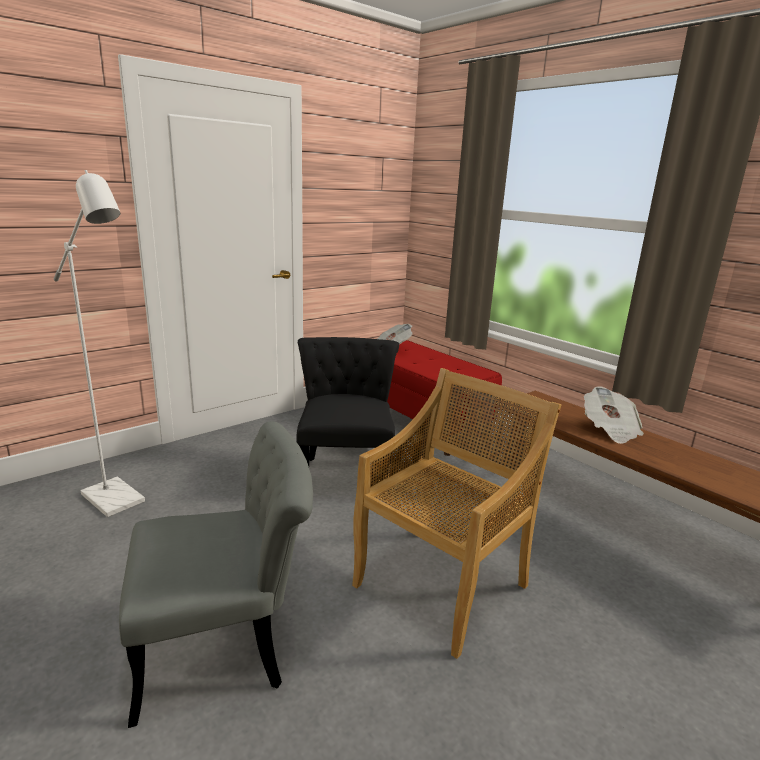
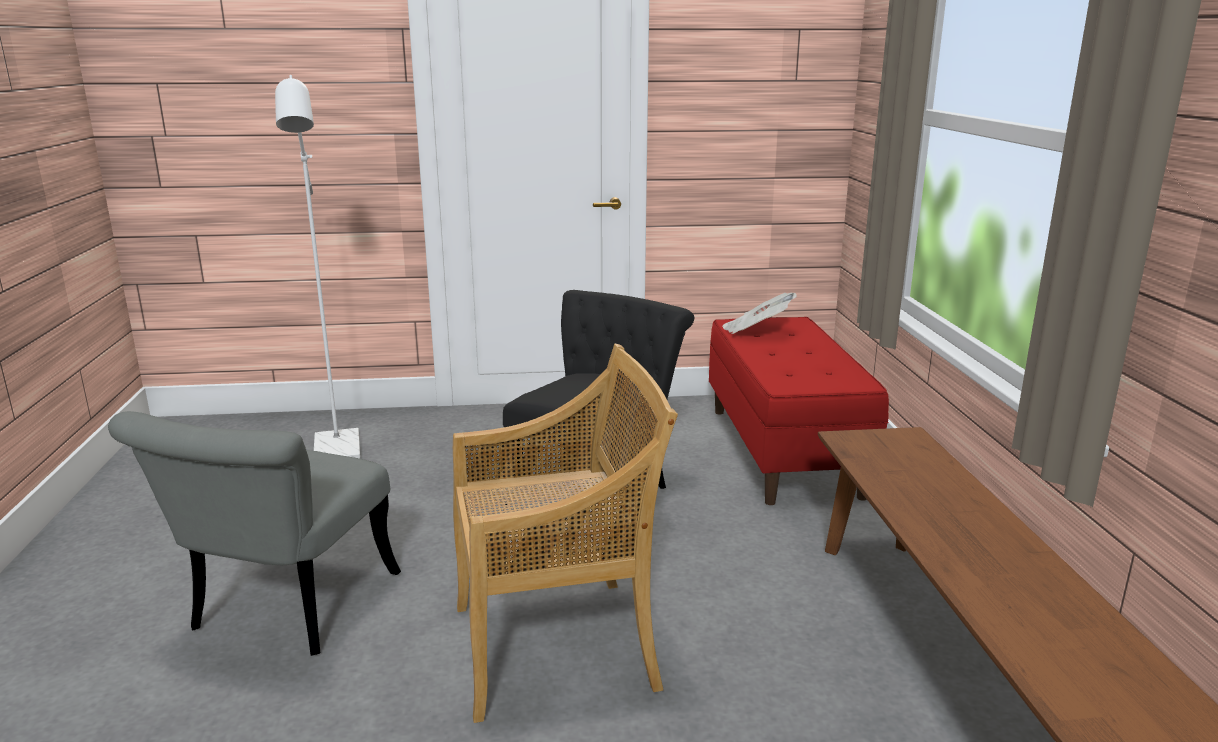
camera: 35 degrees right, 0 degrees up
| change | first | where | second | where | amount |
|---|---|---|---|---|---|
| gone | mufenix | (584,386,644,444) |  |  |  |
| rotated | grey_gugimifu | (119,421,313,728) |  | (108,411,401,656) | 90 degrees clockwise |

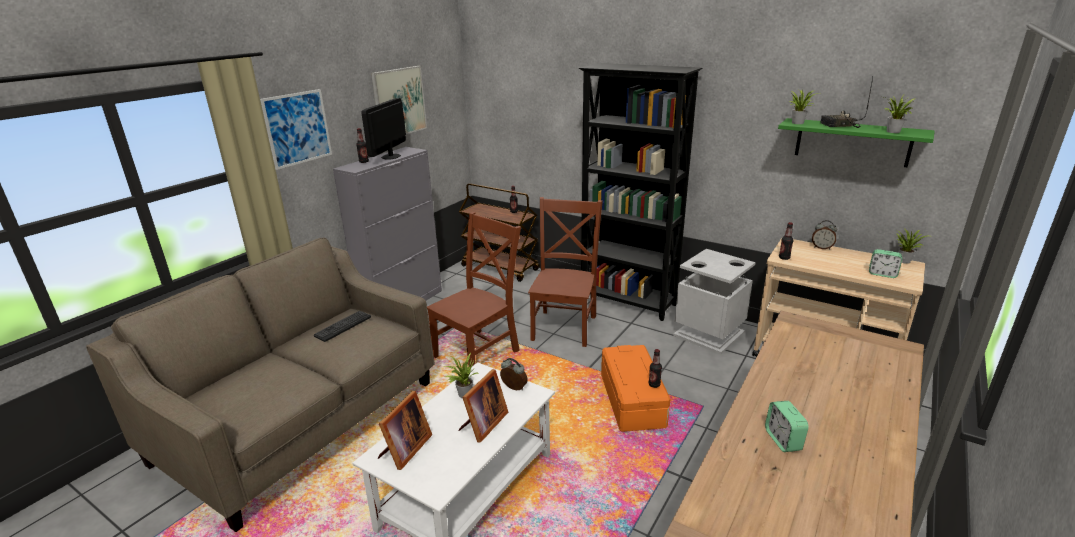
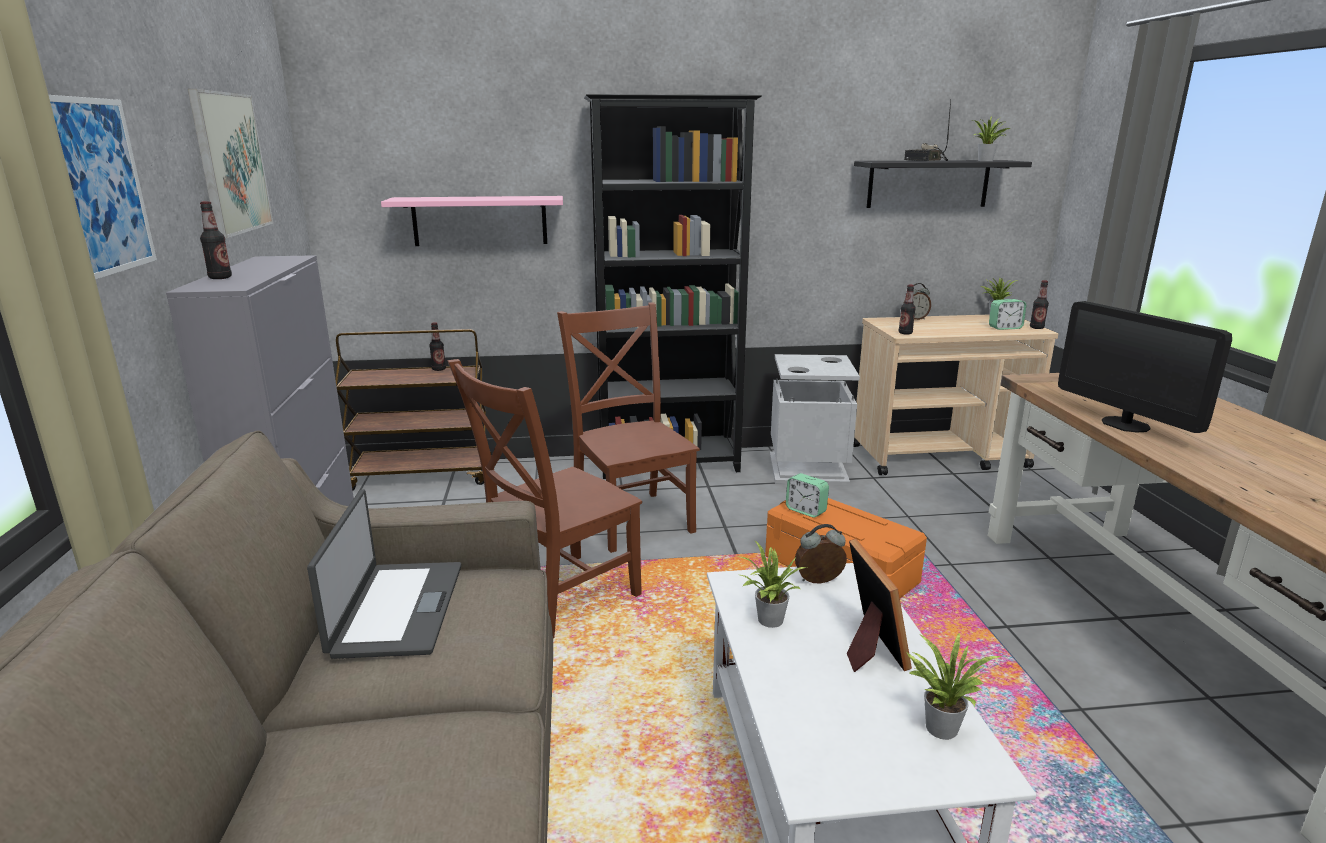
camera: 40 degrees left, 5 degrees down
| change | first | where | second | where | amount |
|---|---|---|---|---|---|
| shifted | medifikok | (790,90,817,124) |  | (906,633,1003,740) |  |
| shifted | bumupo | (362,98,406,160) |  | (1058,301,1232,433) |  |
| repainted | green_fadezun | (778,118,935,167) | black_fadezun | (854,160,1032,208) |  |
| rotated | brown_gugimifu | (427,212,521,367) |  | (447,359,642,638) | 135 degrees counterclockwise |
| swapped | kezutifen | (314,311,371,342) | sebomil | (307,489,461,659) |  |
| shifted | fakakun | (649,349,662,388) |  | (1030,280,1049,329) |  |
| gone | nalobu | (378,391,432,470) |  |  |  |
| shifted | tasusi | (765,401,809,452) |  | (786,473,829,518) |  |
| new |  |  | pink_fadezun | (381,196,563,246) |  |

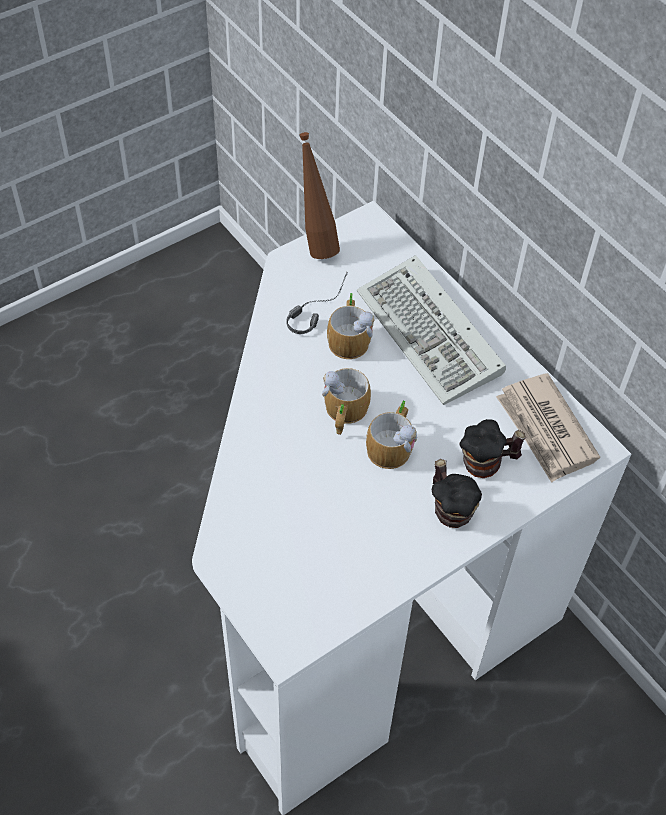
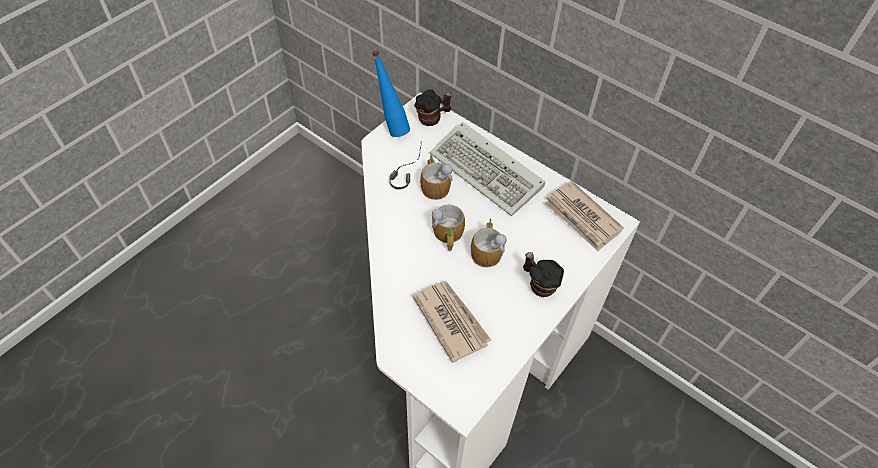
camera: 15 degrees left, 0 degrees up
| change | first | where | second | where | amount |
|---|---|---|---|---|---|
| repainted | brown_fakakun | (299,132,340,259) | blue_fakakun | (372,50,410,137) |  |
| shifted | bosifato | (459,419,526,478) |  | (414,89,452,126) |  |
| new |  |  | mufenix | (412,281,491,363) |  |

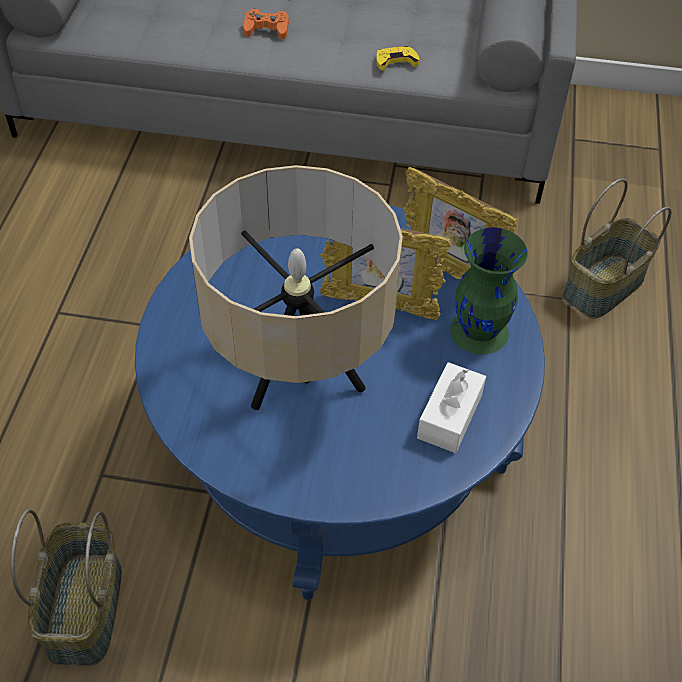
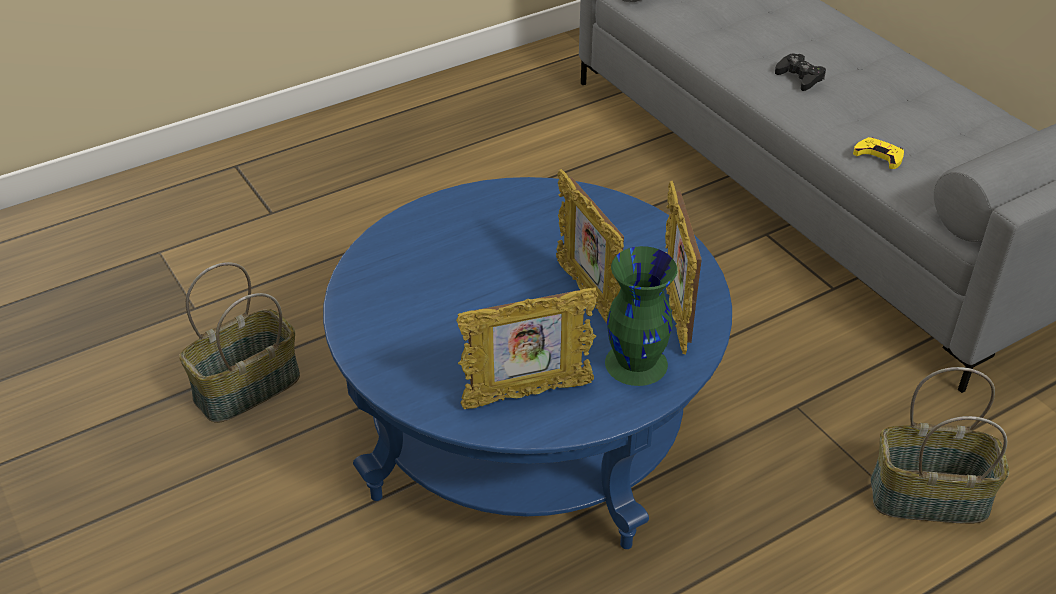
camera: 50 degrees right, 10 degrees down
| change | first | where | second | where | amount |
|---|---|---|---|---|---|
| repainted | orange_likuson | (244,9,289,40) | black_likuson | (775,54,826,91) |  |
| gone | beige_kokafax | (189,165,403,410) |  |  |  |
| swapped | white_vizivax | (417,362,486,453) | nalobu | (456,287,598,409) |  |

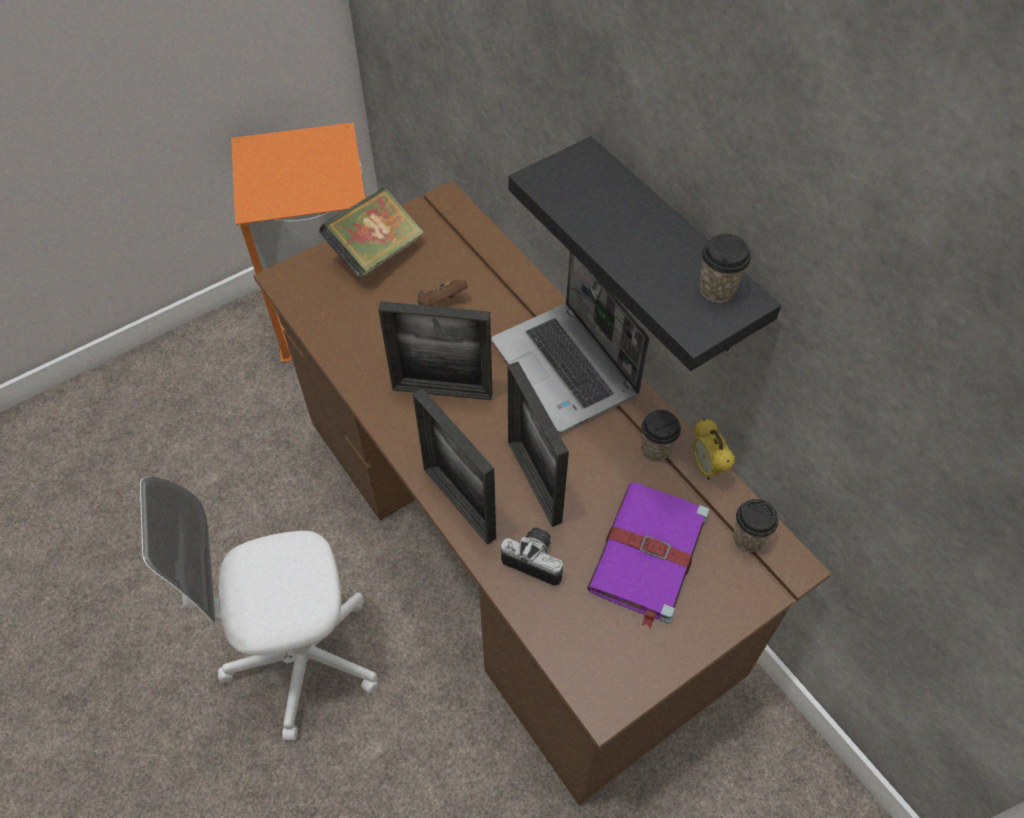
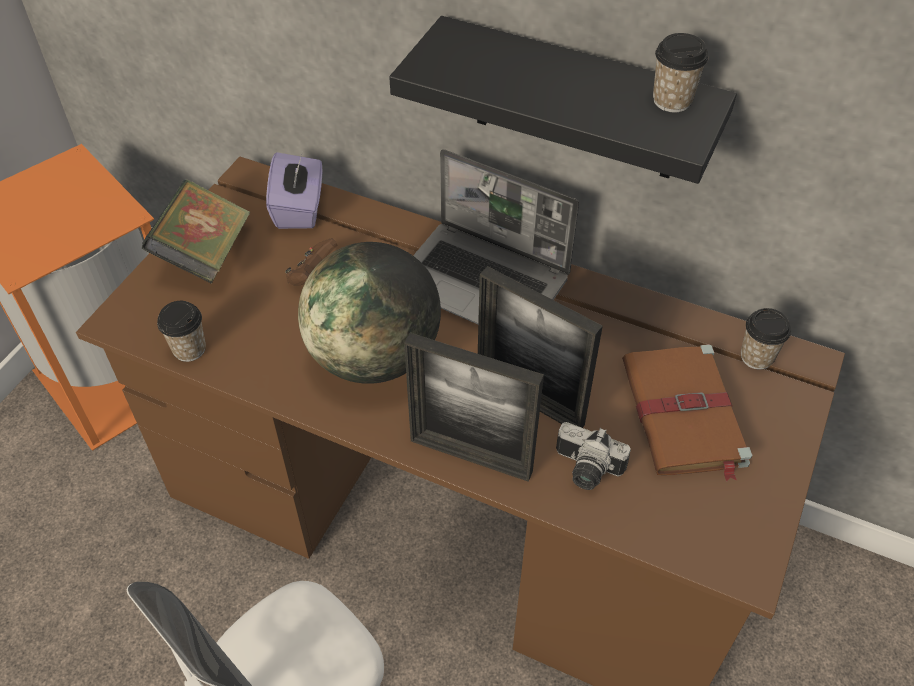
camera: 30 degrees left, 5 degrees down
| change | first | where | second | where | amount |
|---|---|---|---|---|---|
| swapped | nalobu | (378,301,493,400) | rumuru | (298,242,441,384) |  |
| shifted | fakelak | (641,410,681,462) |  | (157,301,206,362) |  |
| gone | tasusi | (692,419,735,480) |  |  |  |
| repainted | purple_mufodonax | (587,482,709,629) | brown_mufodonax | (622,344,753,482) |  |
| rotated | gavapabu | (501,527,563,586) |  | (556,422,631,490) | 150 degrees counterclockwise |
| new |  |  | purple_vizivax | (266,152,323,229) |  |

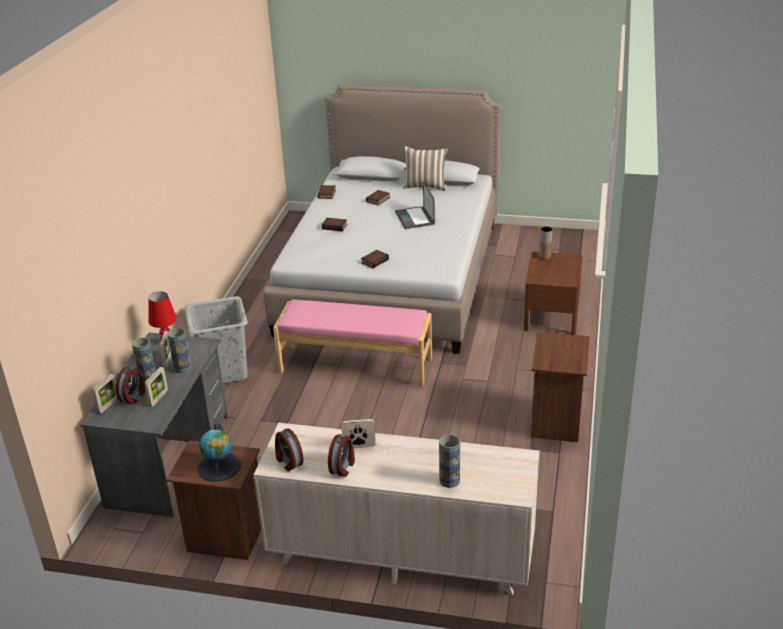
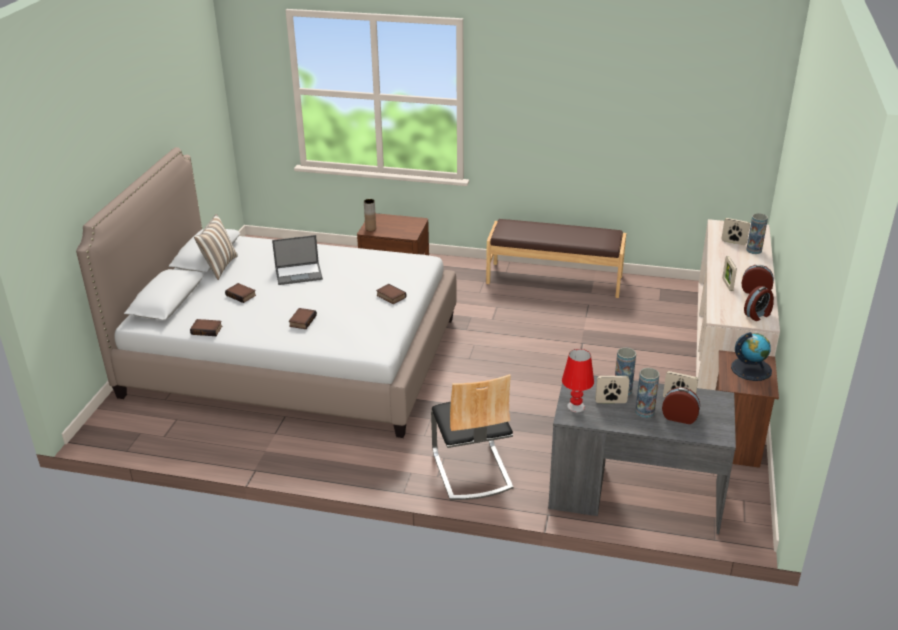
camera: 90 degrees left, 0 degrees up
| change | first | where | second | where | amount |
|---|---|---|---|---|---|
| swapped | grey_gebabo | (185,296,248,383) | gugimifu | (431,374,513,500) |  |
| gone | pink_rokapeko | (273,299,432,387) |  |  |  |
| swapped | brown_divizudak | (531,332,590,442) | brown_rokapeko | (486,219,626,298) |  |
| shifted | nalobu | (93,374,118,413) |  | (721,218,750,245) |  |

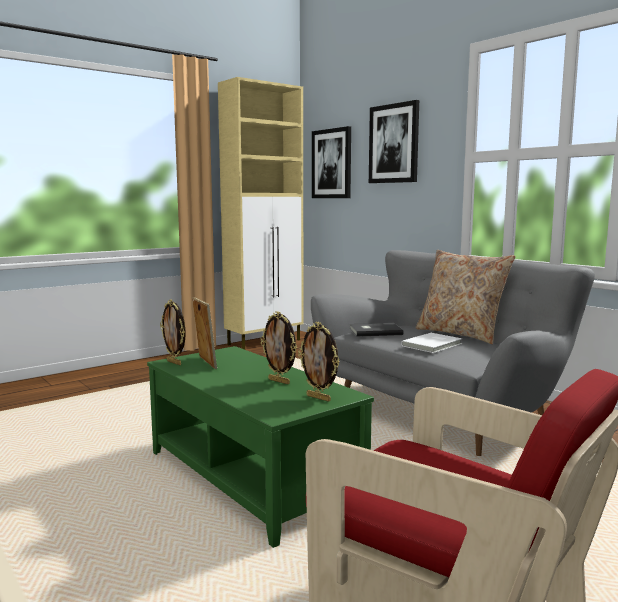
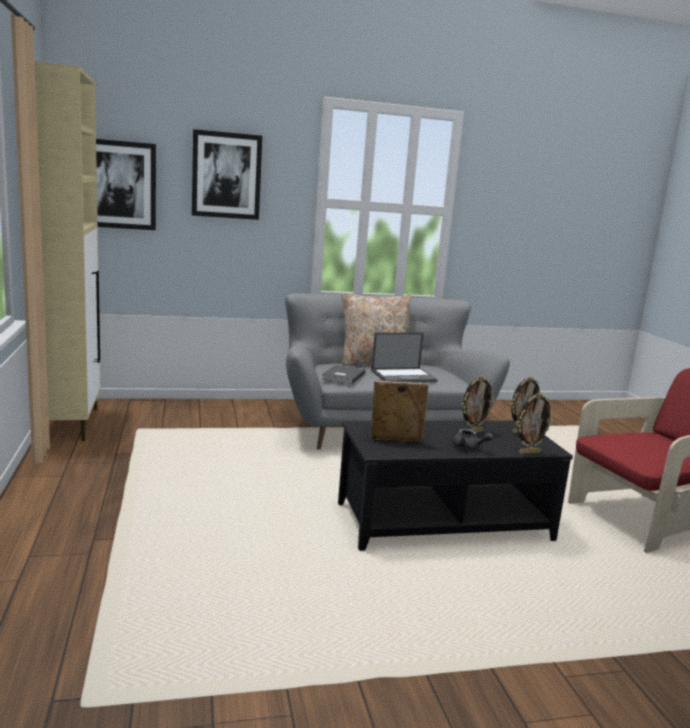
camera: 65 degrees left, 5 degrees up
| change | first | where | second | where | amount |
|---|---|---|---|---|---|
| shifted | nalobu | (160,300,186,365) |  | (517,393,553,454) |  |
| swapped | white_mufodonax | (401,333,462,353) | sebomil | (371,333,438,383) |  |
| repainted | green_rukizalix | (147,346,374,548) | black_rukizalix | (338,421,573,551) |  |
| new |  |  | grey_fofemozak | (453,429,493,450) |  |

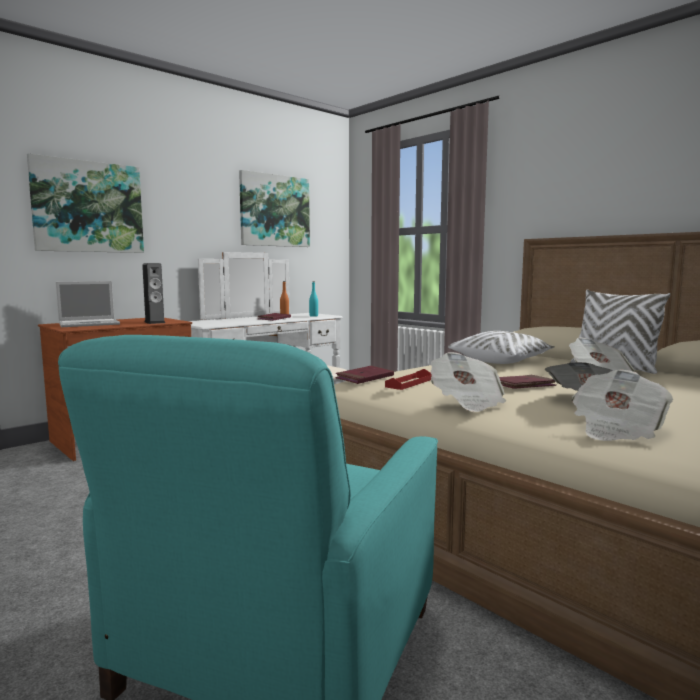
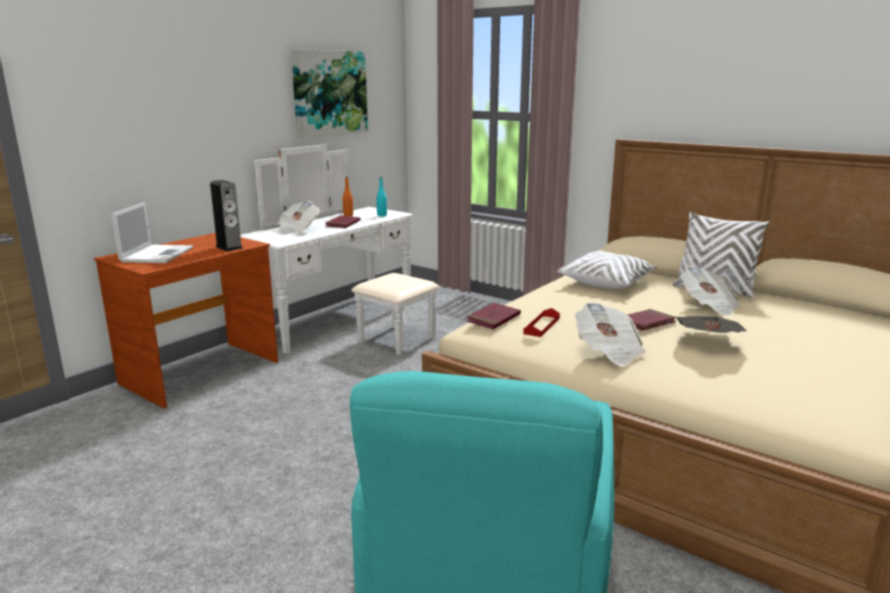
camera: 10 degrees left, 10 degrees up
| change | first | where | second | where | amount |
|---|---|---|---|---|---|
| gone | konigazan | (27,153,144,253) |  |  |  |
| rotated | sebomil | (56,281,120,327) |  | (111,202,193,263) | 45 degrees counterclockwise |
| shifted | mufenix | (572,370,673,441) |  | (276,201,320,235) |  |

